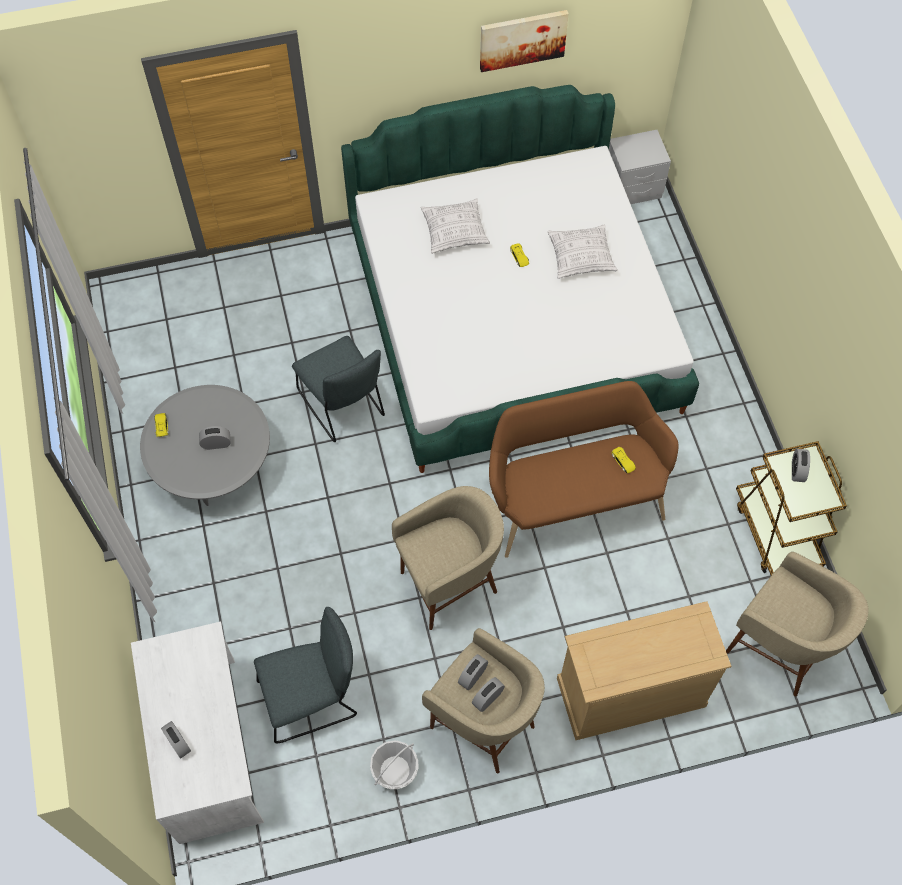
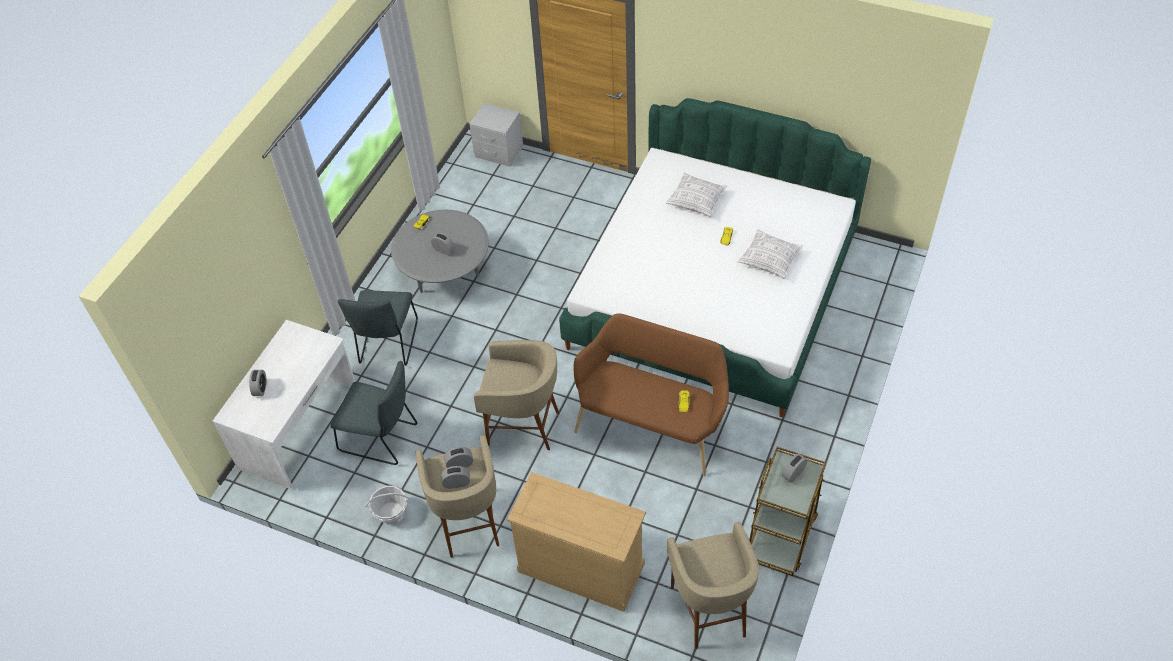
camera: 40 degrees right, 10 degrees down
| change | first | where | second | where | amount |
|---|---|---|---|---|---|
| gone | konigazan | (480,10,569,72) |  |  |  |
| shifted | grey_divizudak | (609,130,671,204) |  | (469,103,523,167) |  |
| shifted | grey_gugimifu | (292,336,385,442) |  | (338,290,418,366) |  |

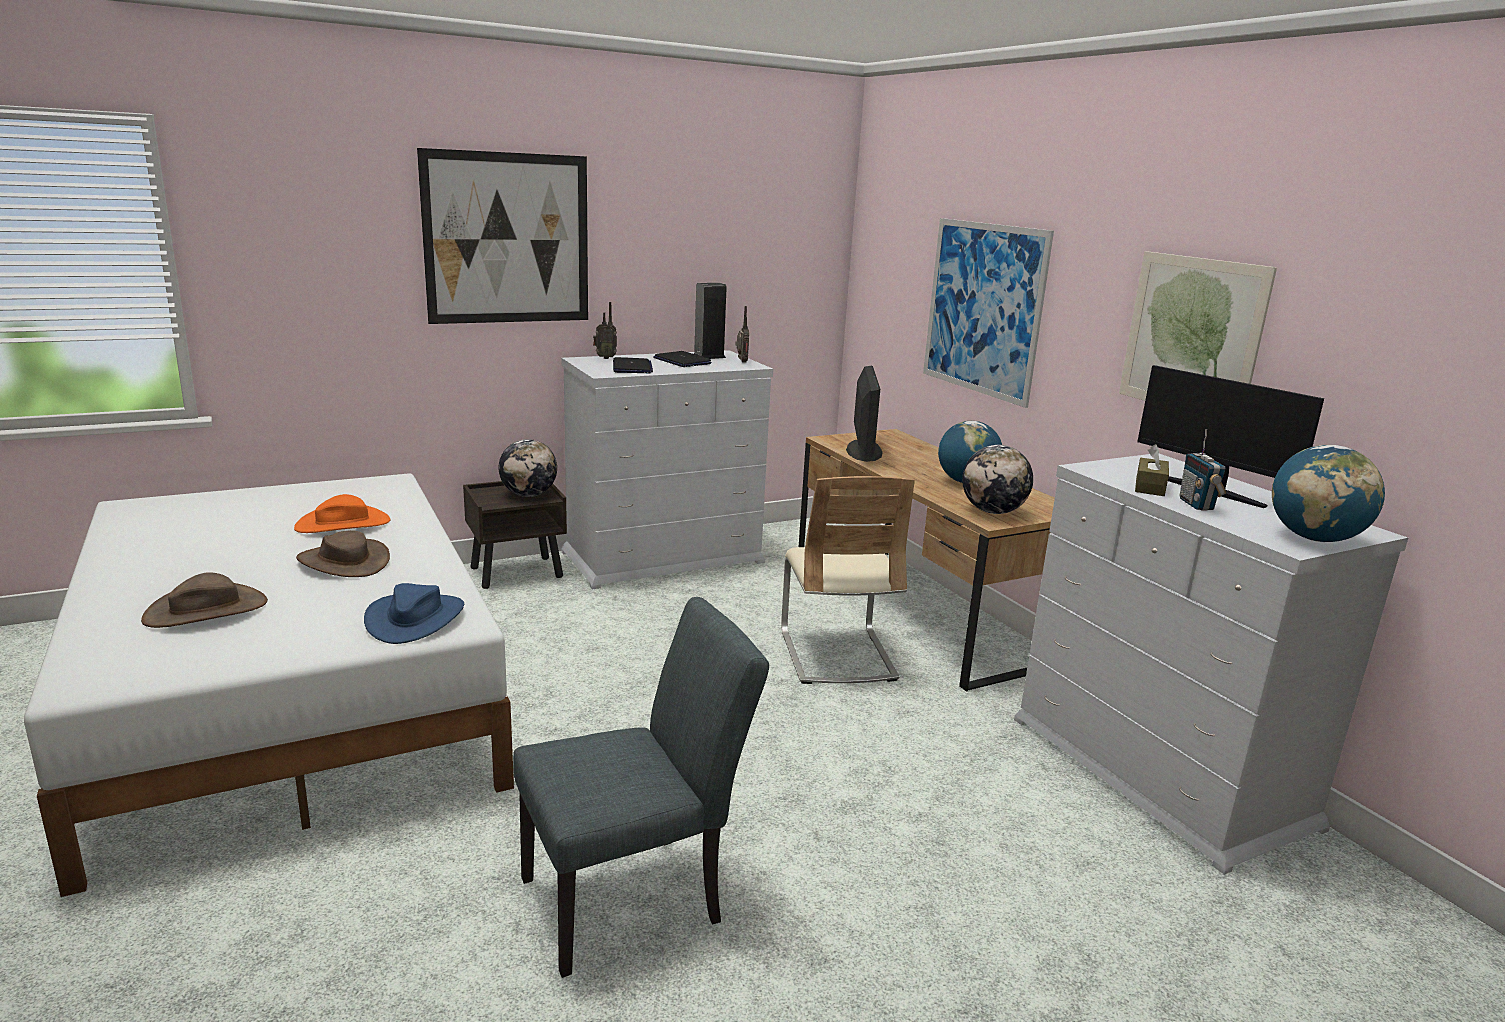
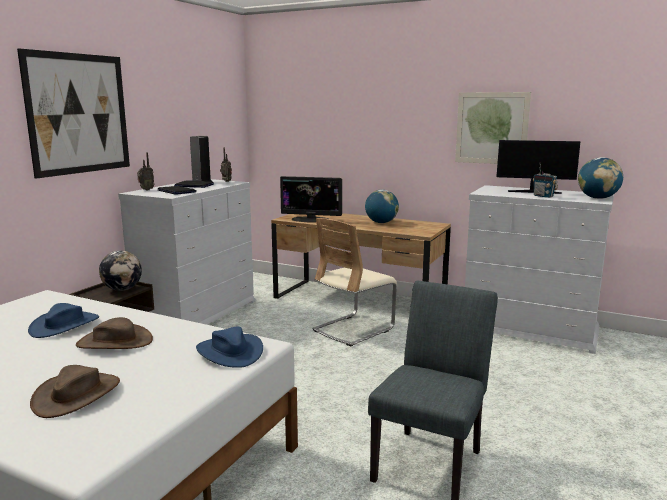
camera: 35 degrees left, 5 degrees down
| change | first | where | second | where | amount |
|---|---|---|---|---|---|
| gone | konigazan | (923,218,1054,408) |  |  |  |
| rotated | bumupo | (846,366,883,462) |  | (280,176,342,223) | 135 degrees clockwise |
| gone | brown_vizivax | (1135,444,1169,496) |  |  |  |
| gone | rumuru | (962,445,1033,514) |  |  |  |
| rotated | beige_gugimifu | (781,476,915,684) |  | (313,218,397,347) | 90 degrees clockwise |
| repainted | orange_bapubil | (294,494,391,533) | blue_bapubil | (28,303,99,338) |  |

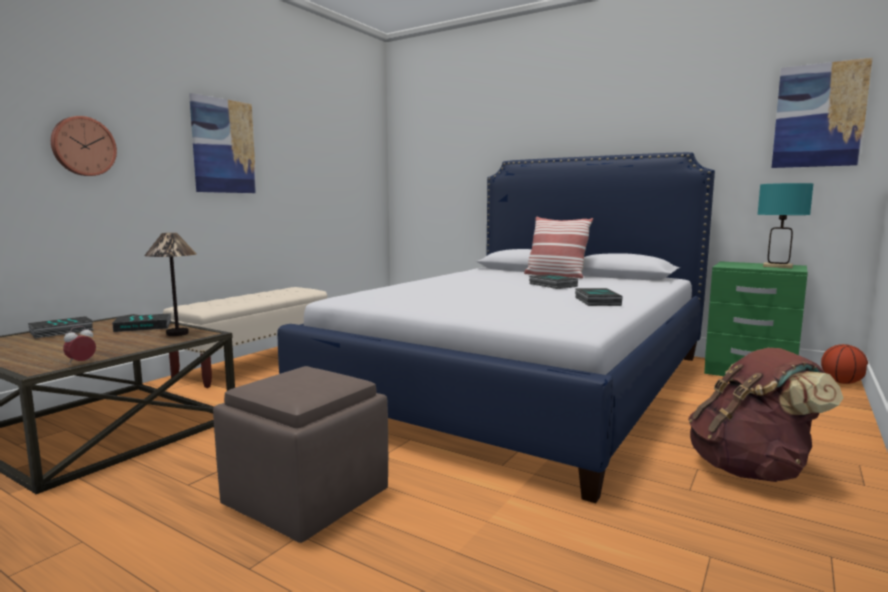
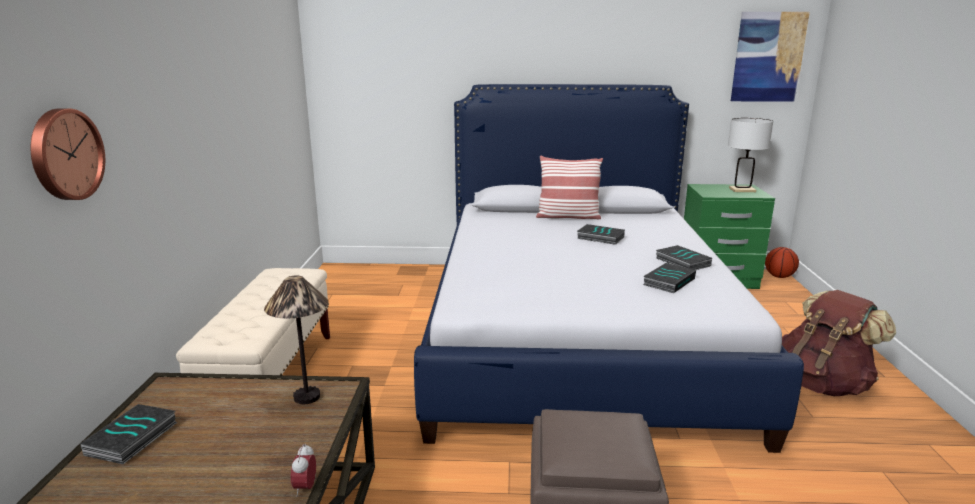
camera: 30 degrees left, 10 degrees up
| change | first | where | second | where | amount |
|---|---|---|---|---|---|
| gone | konigazan | (189,93,257,193) |  |  |  |
| repainted | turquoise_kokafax | (757,183,813,268) | white_kokafax | (728,118,773,192) |  |
| shifted | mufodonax | (112,313,172,332) |  | (643,263,696,293) |  |

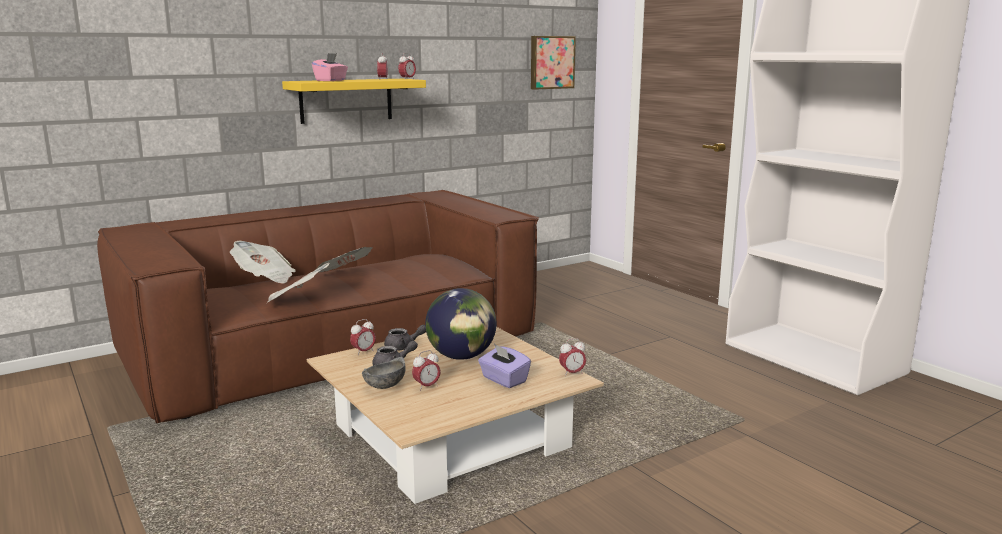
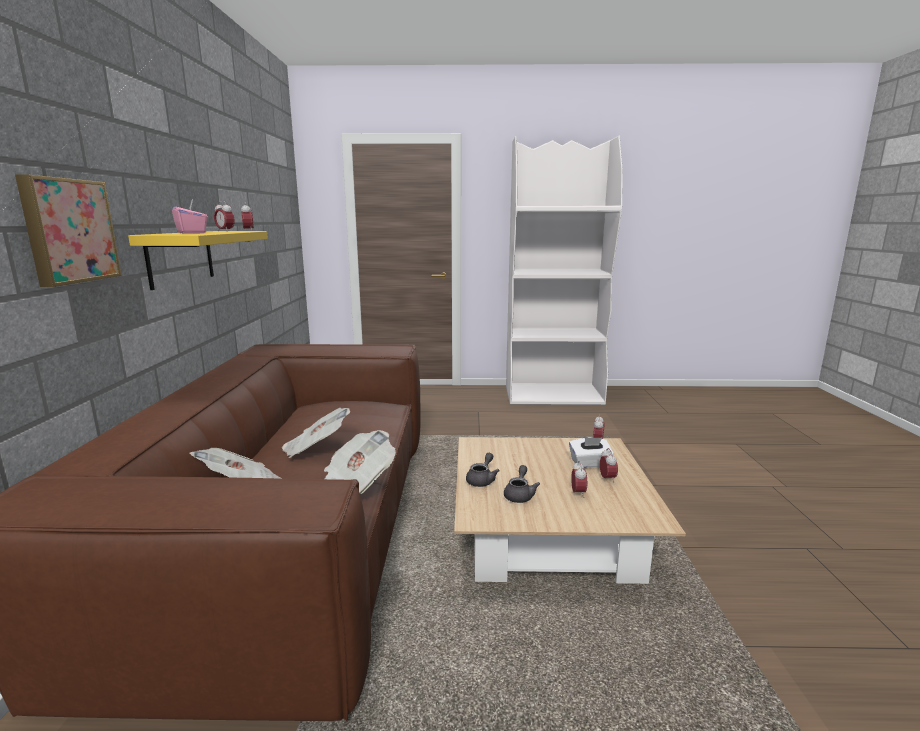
camera: 55 degrees left, 0 degrees up
| change | first | where | second | where | amount |
|---|---|---|---|---|---|
| shifted | konigazan | (531,36,576,90) |  | (15,174,122,287) |  |
| gone | rumuru | (425,288,496,360) |  |  |  |
| shifted | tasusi | (350,319,376,355) |  | (600,448,618,483) |  |
| repainted | purple_vizivax | (478,344,531,388) | white_vizivax | (569,438,614,468) |  |
| gone | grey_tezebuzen | (362,357,406,389) |  |  |  |

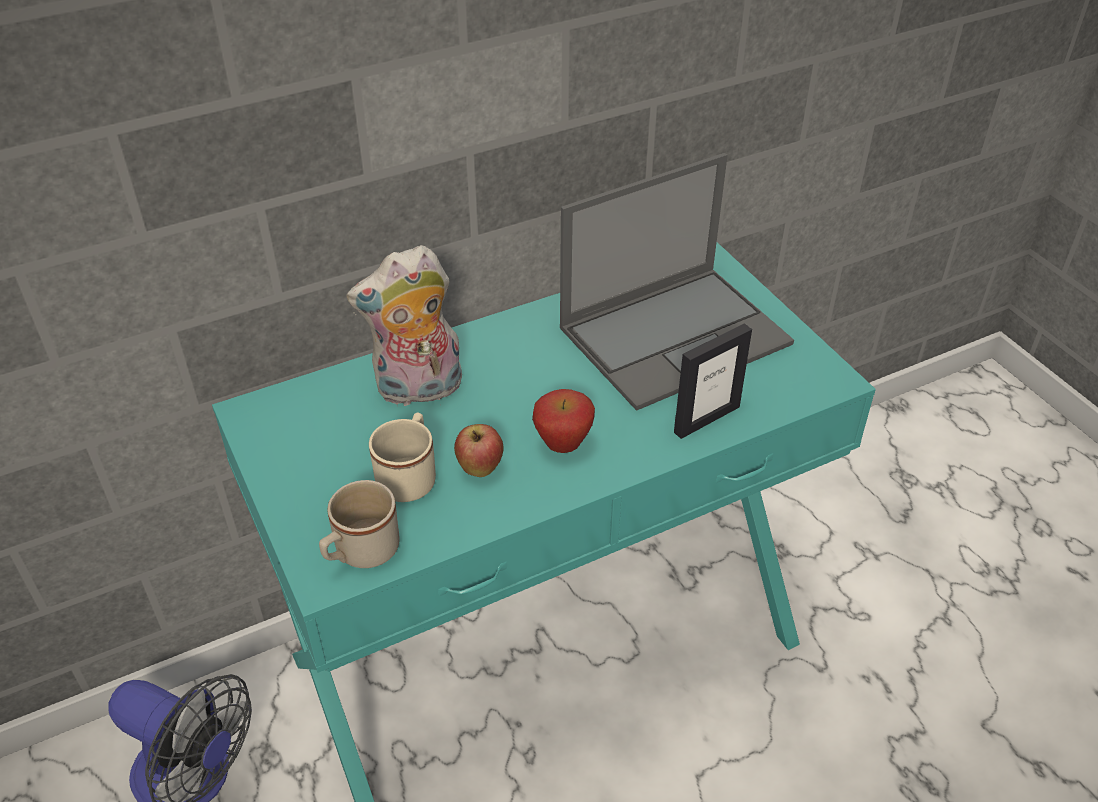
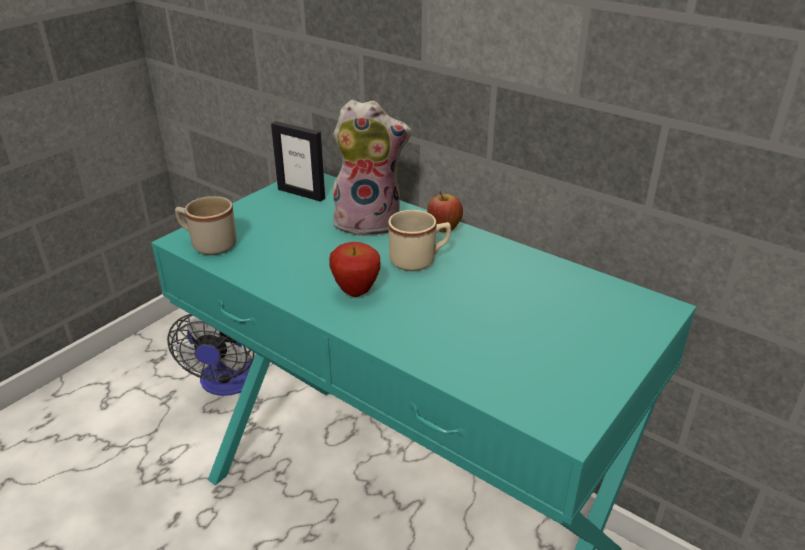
camera: 65 degrees right, 10 degrees down
| change | first | where | second | where | amount |
|---|---|---|---|---|---|
| gone | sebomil | (560,153,794,411) |  |  |  |
| rotated | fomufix | (346,245,462,406) |  | (333,99,412,237) | 135 degrees clockwise |
| shifted | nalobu | (674,323,752,439) |  | (271,121,325,202) |  |
| shifted | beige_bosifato | (369,412,436,502) |  | (388,210,451,271) |  |
| shifted | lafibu | (454,424,503,477) |  | (427,191,463,232) |  |

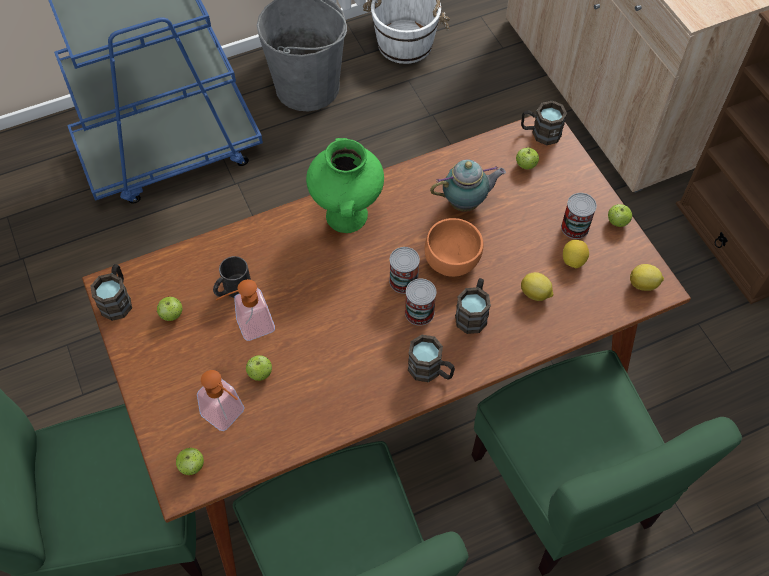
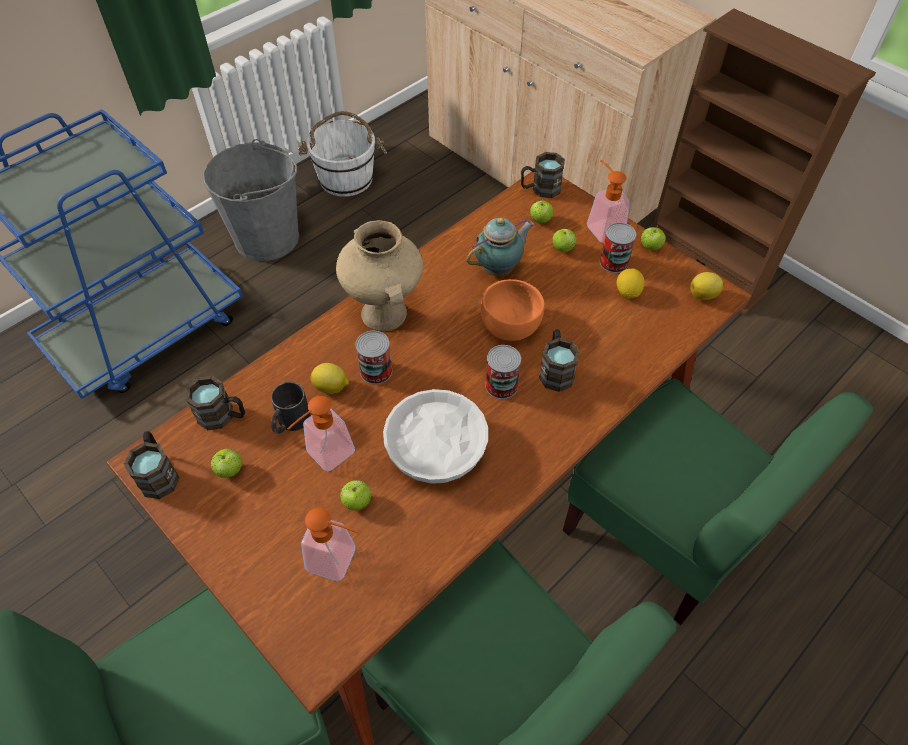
camera: 20 degrees left, 5 degrees down
| change | first | where | second | where | amount |
|---|---|---|---|---|---|
| repainted | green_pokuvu | (306,138,384,233) | beige_pokuvu | (336,220,423,332) |  |
| shifted | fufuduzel | (389,247,420,294) |  | (356,331,392,384) |  |
| shifted | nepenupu | (521,272,553,301) |  | (310,363,349,394) |  |
| shifted | brown_bosifato | (408,335,455,382) |  | (186,376,245,430) |  |
| shifted | lafibu | (176,448,204,475) |  | (552,229,577,252) |  |
| new |  |  | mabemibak | (587,159,629,243) |  |
| new |  |  | white_tezebuzen | (383,389,488,484) |  |

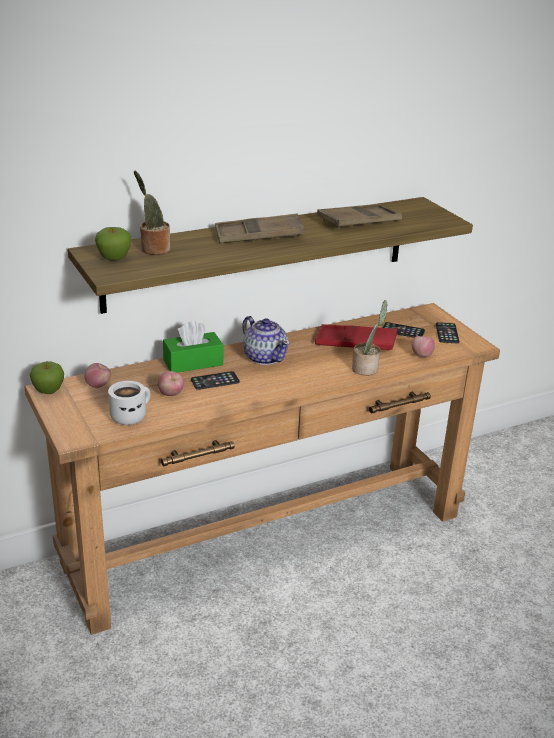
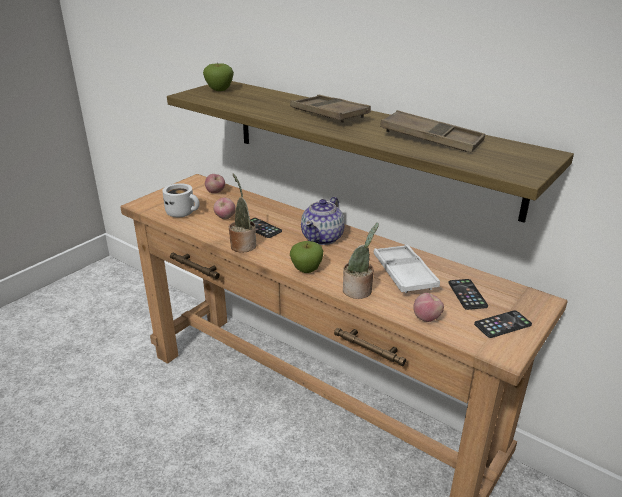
camera: 65 degrees right, 0 degrees up
| change | first | where | second | where | amount |
|---|---|---|---|---|---|
| shifted | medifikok | (134,171,170,255) |  | (229,174,256,253) |  |
| gone | green_vizivax | (163,320,224,373) |  |  |  |
| repainted | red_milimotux | (315,324,397,351) | white_milimotux | (374,244,440,293) |  |
| shifted | lafibu | (30,361,64,394) |  | (290,241,323,273) |  |

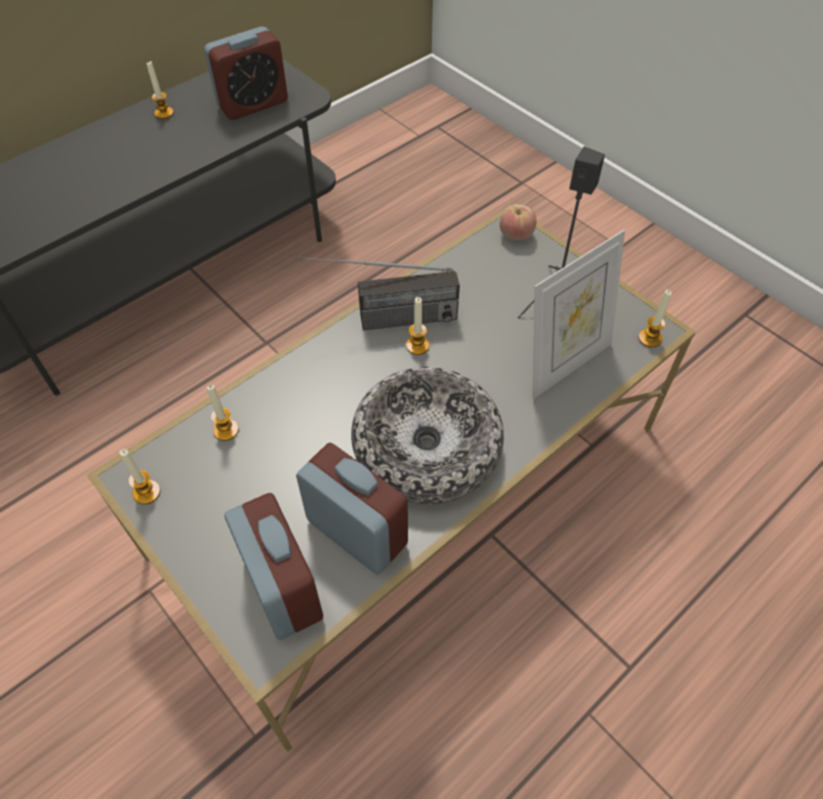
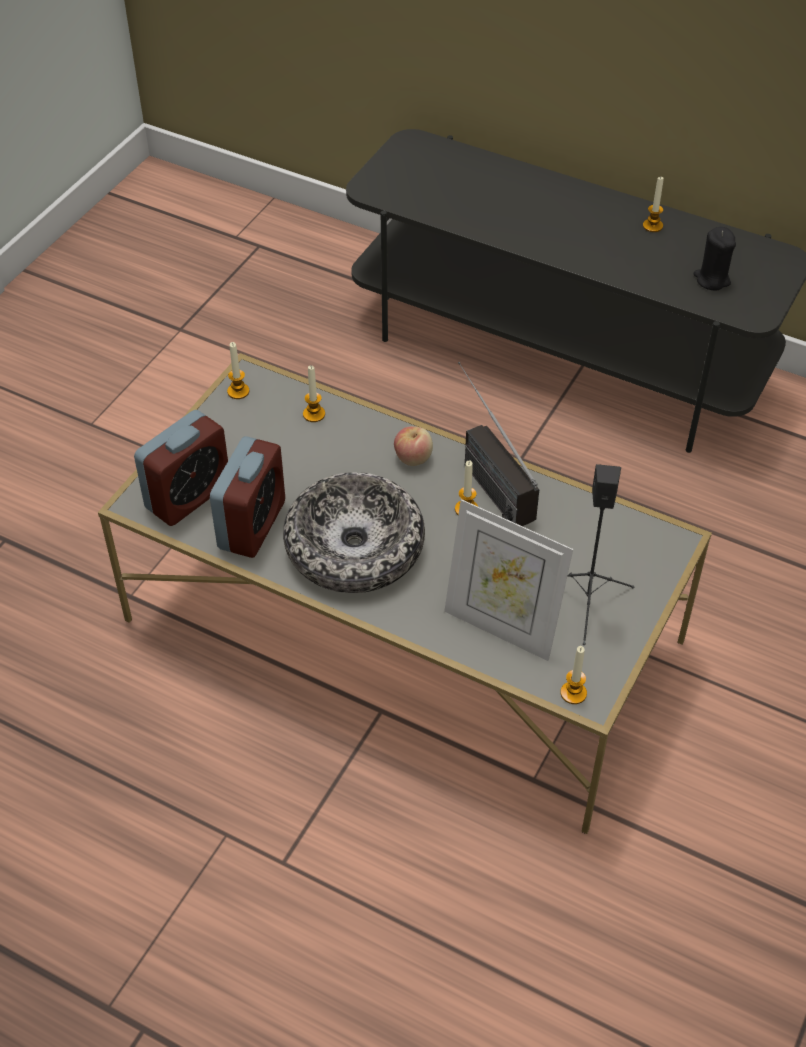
camera: 70 degrees right, 5 degrees down
| change | first | where | second | where | amount |
|---|---|---|---|---|---|
| swapped | tasusi | (204,27,288,120) | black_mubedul | (694,227,736,290) |  |
| shifted | lafibu | (500,204,536,240) |  | (394,426,433,466) |  |

